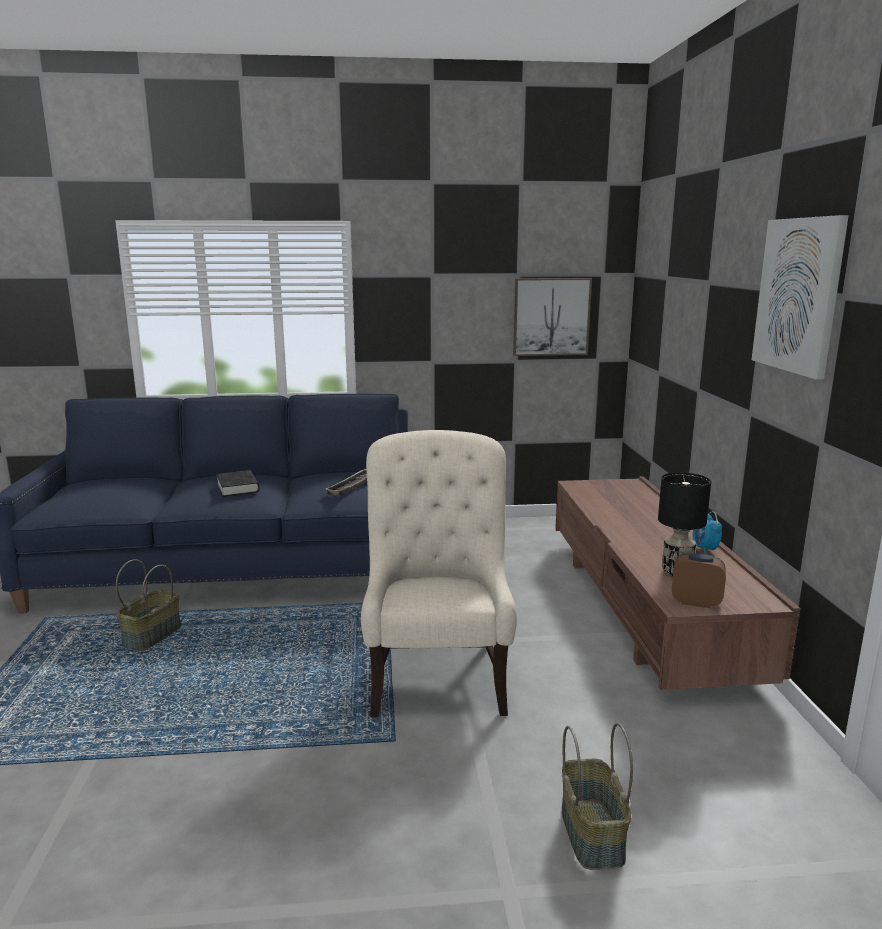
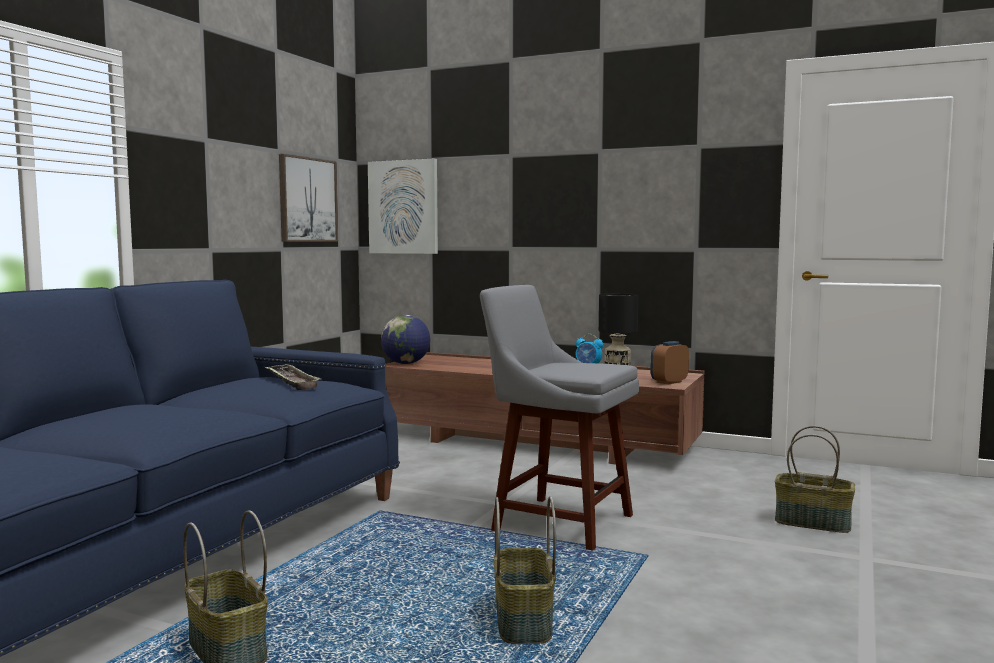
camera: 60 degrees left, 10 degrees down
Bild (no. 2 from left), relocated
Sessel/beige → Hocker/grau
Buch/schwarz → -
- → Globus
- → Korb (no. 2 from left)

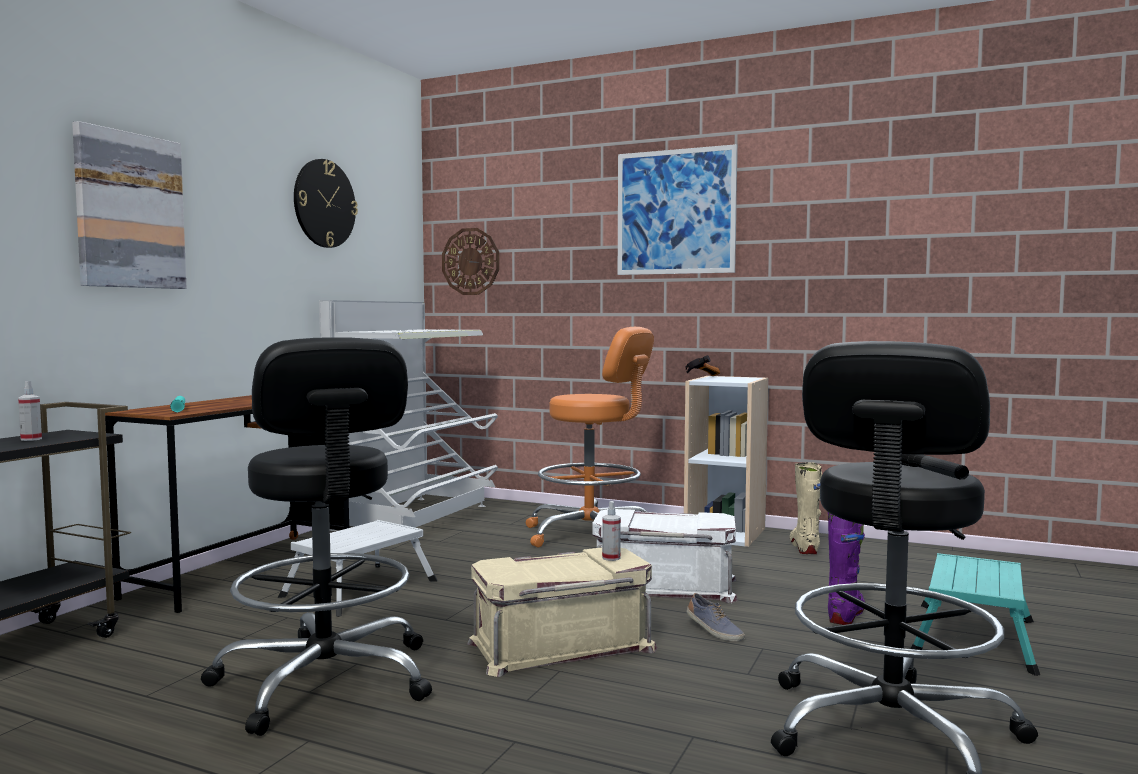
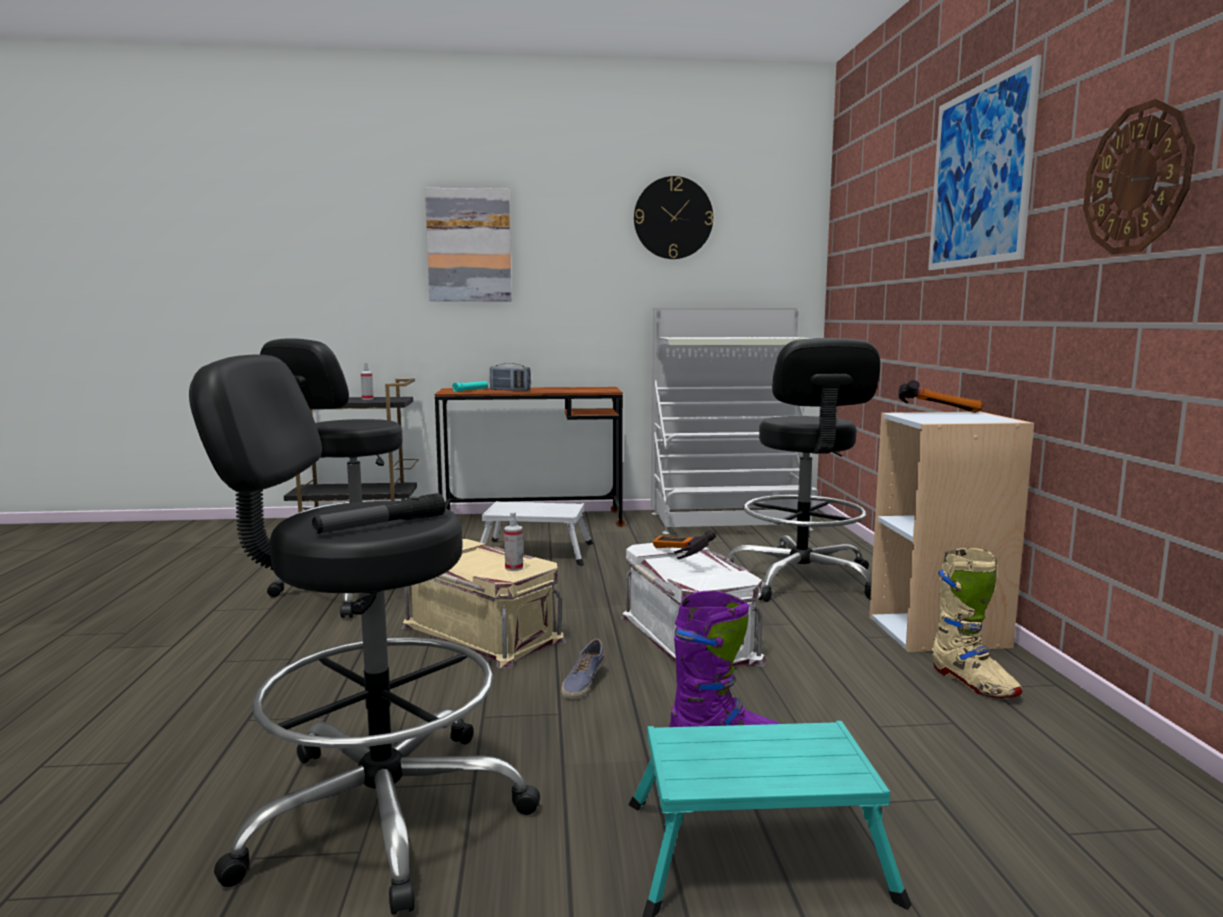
camera: 60 degrees right, 5 degrees up
Wanduhr (no. 2 from left), relocated
Hocker/orange → Hocker/schwarz (no. 3 from left)
Stiefel/beige, 90 degrees clockwise
- → Radio
- → Hammer (no. 1 from left)

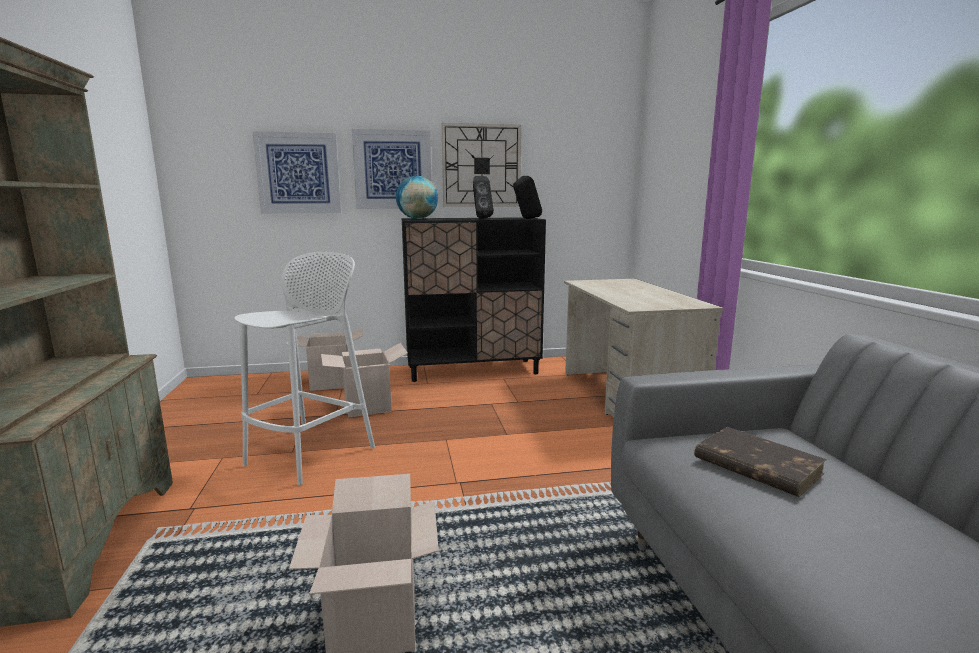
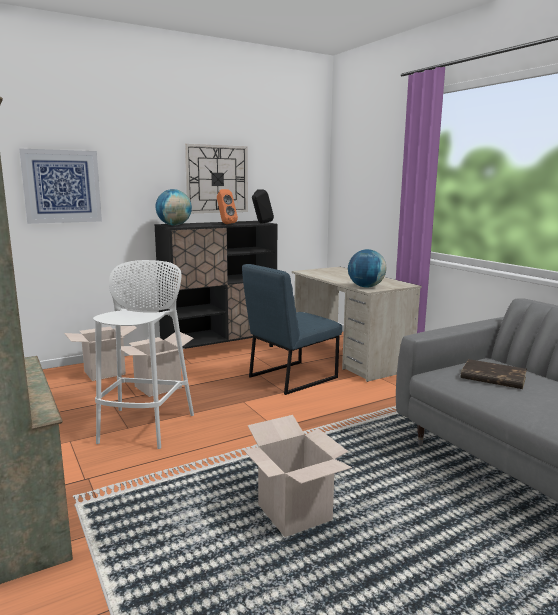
camera: 20 degrees left, 0 degrees up
Bild (no. 2 from left) → -
Lautsprecher/schwarz (no. 1 from left) → Lautsprecher/orange
- → Globus (no. 2 from left)
- → Stuhl/blau

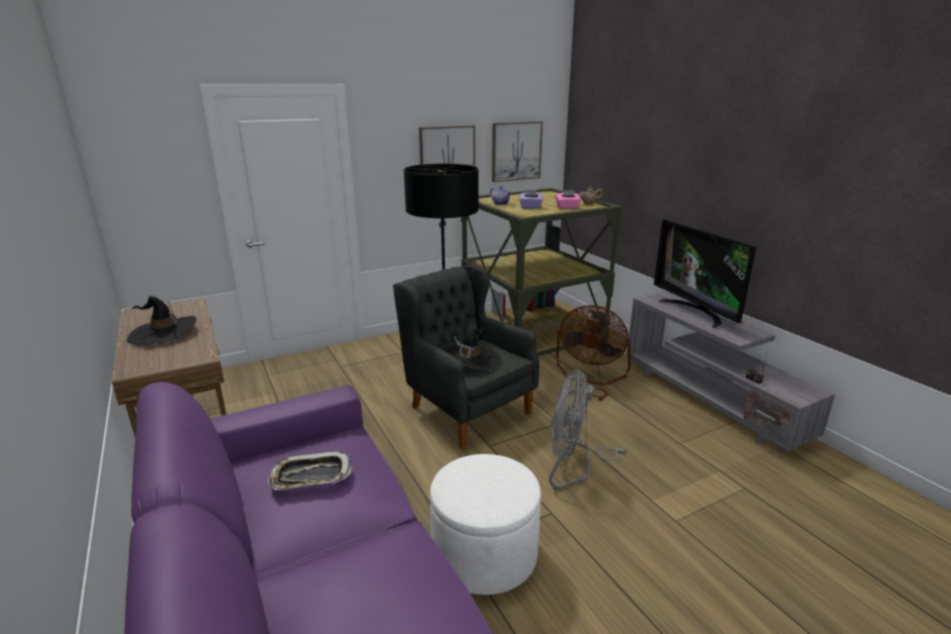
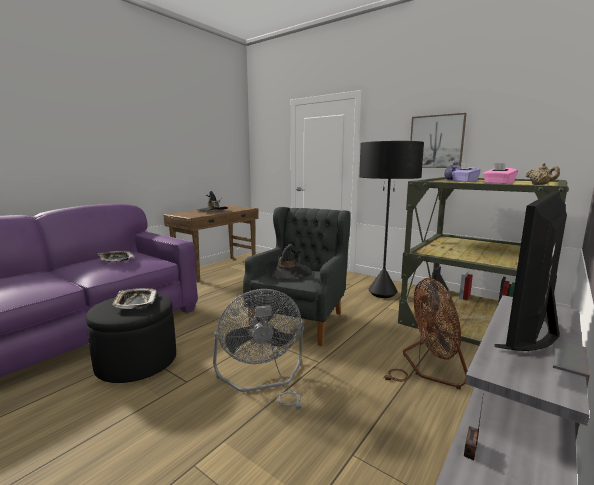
camera: 65 degrees right, 10 degrees down
Bild (no. 2 from left) → -
Polsterhocker/weiß → Polsterhocker/schwarz
- → Tablett (no. 2 from left)

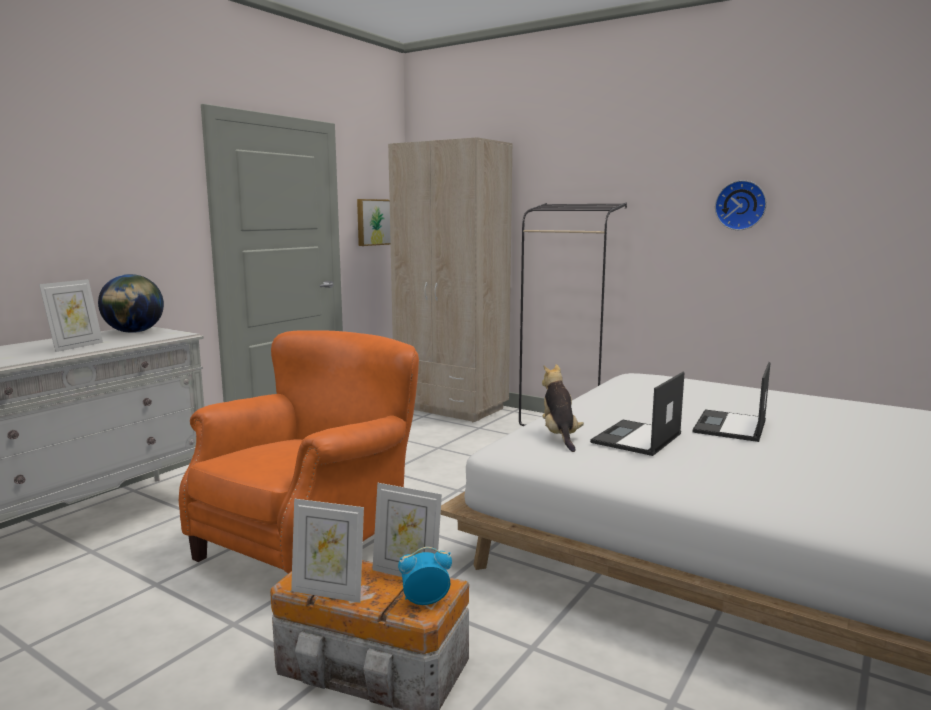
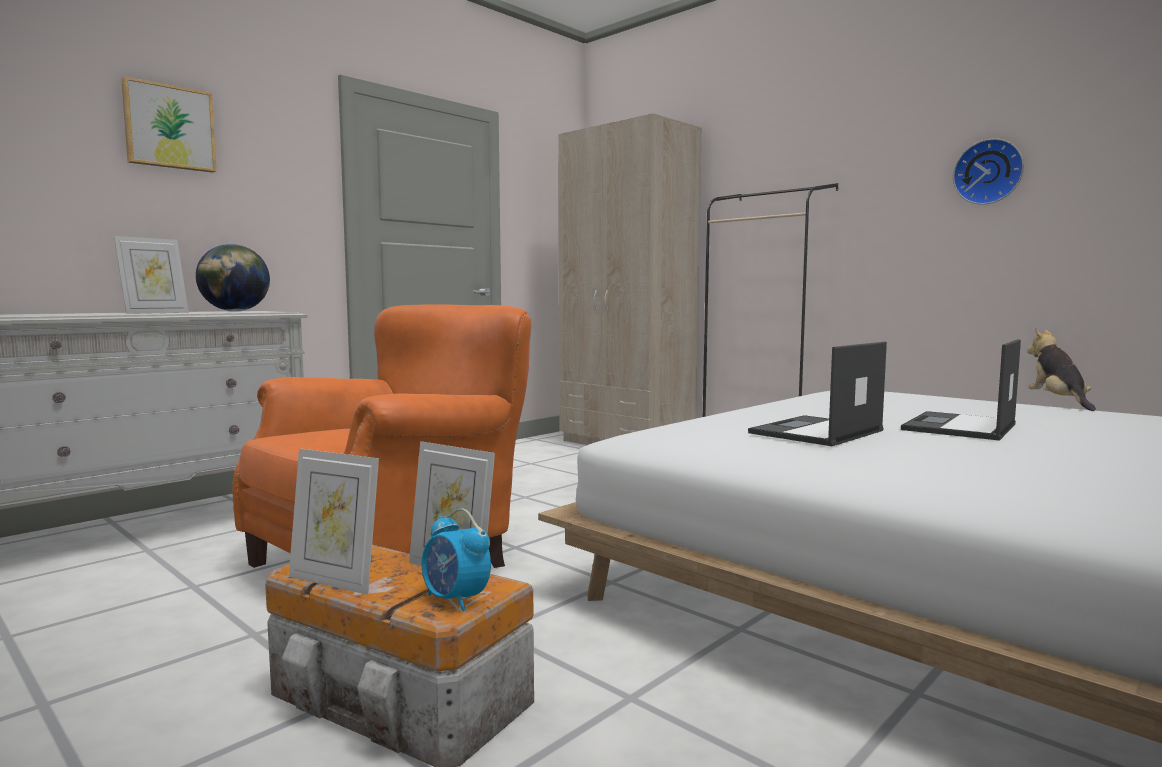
camera: 10 degrees right, 5 degrees down
Bild, relocated
Plüschtier, relocated
Wecker, 135 degrees counterclockwise

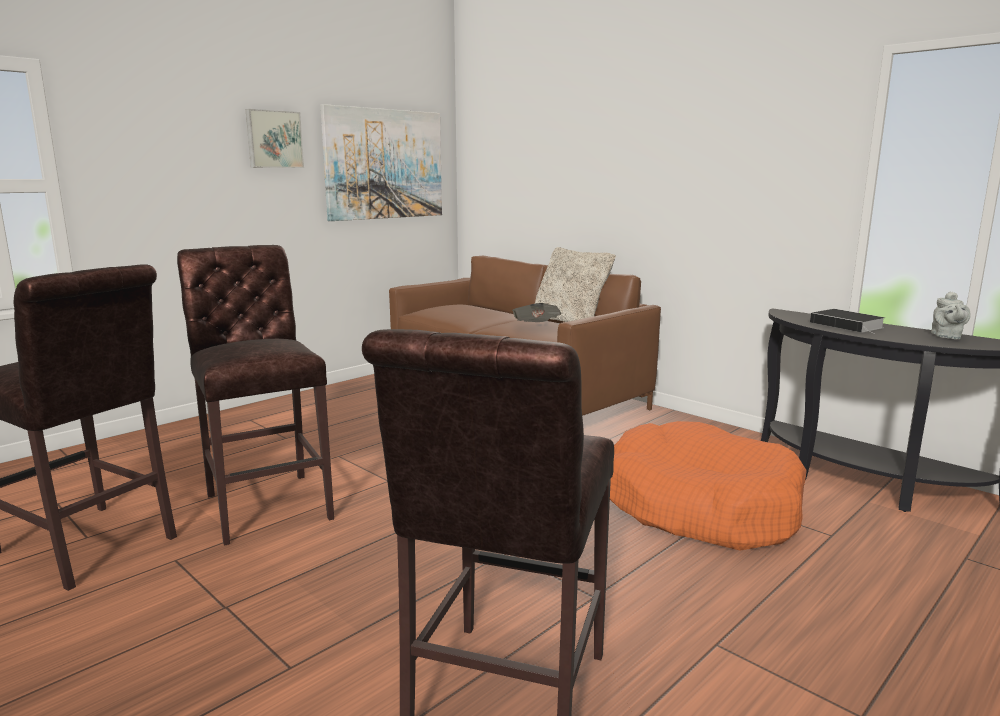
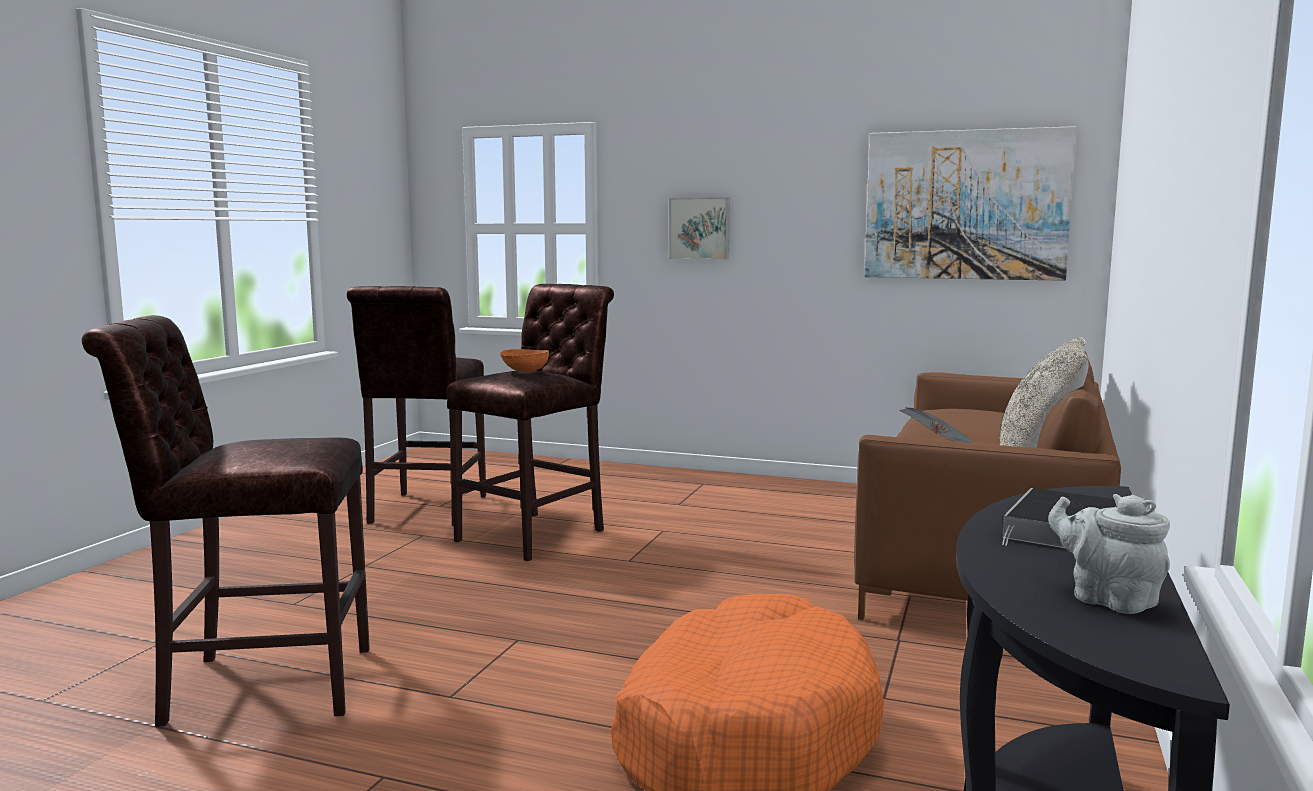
camera: 65 degrees right, 5 degrees down
Bild (no. 1 from left), relocated
Teekanne/grau, 60 degrees clockwise
- → Schüssel/orange

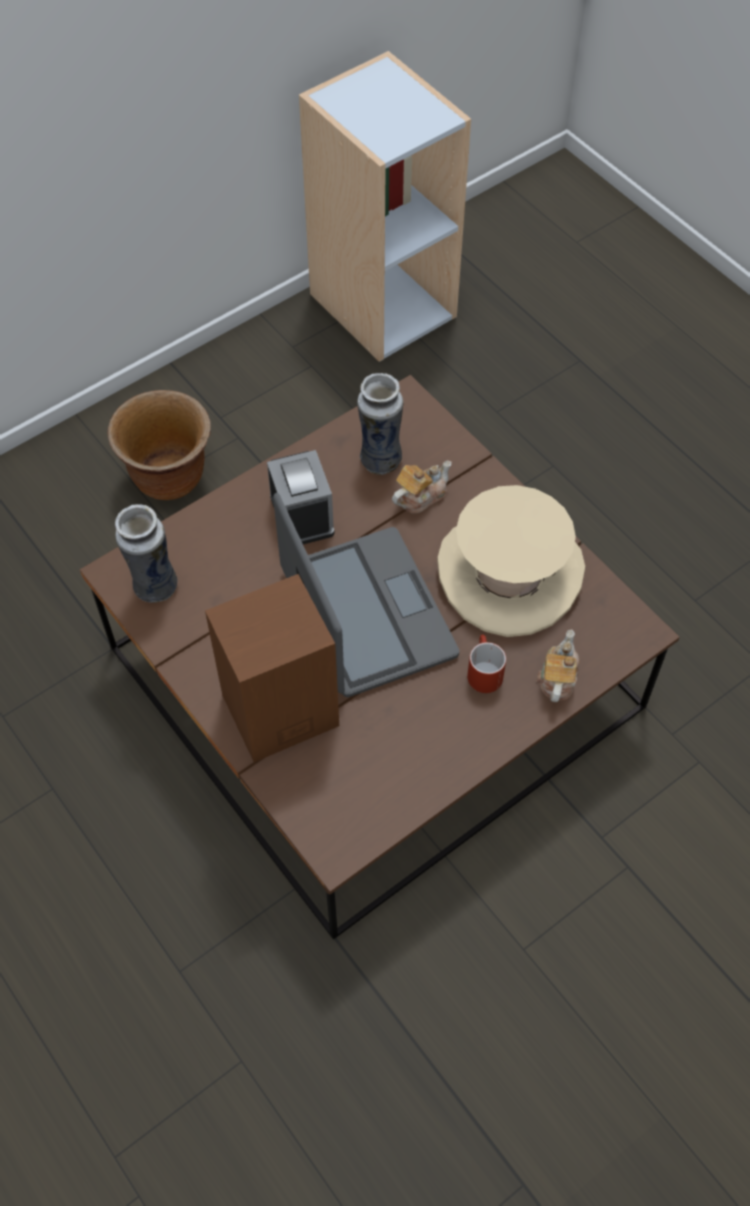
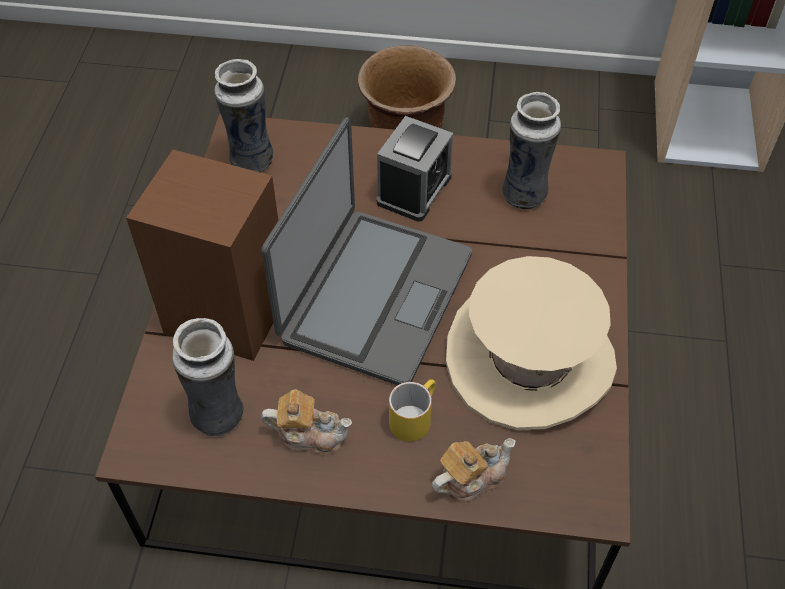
camera: 45 degrees right, 5 degrees down
Teekanne (no. 1 from left), relocated
Henkelbecher/rot → Henkelbecher/gelb
- → Vase (no. 1 from left)

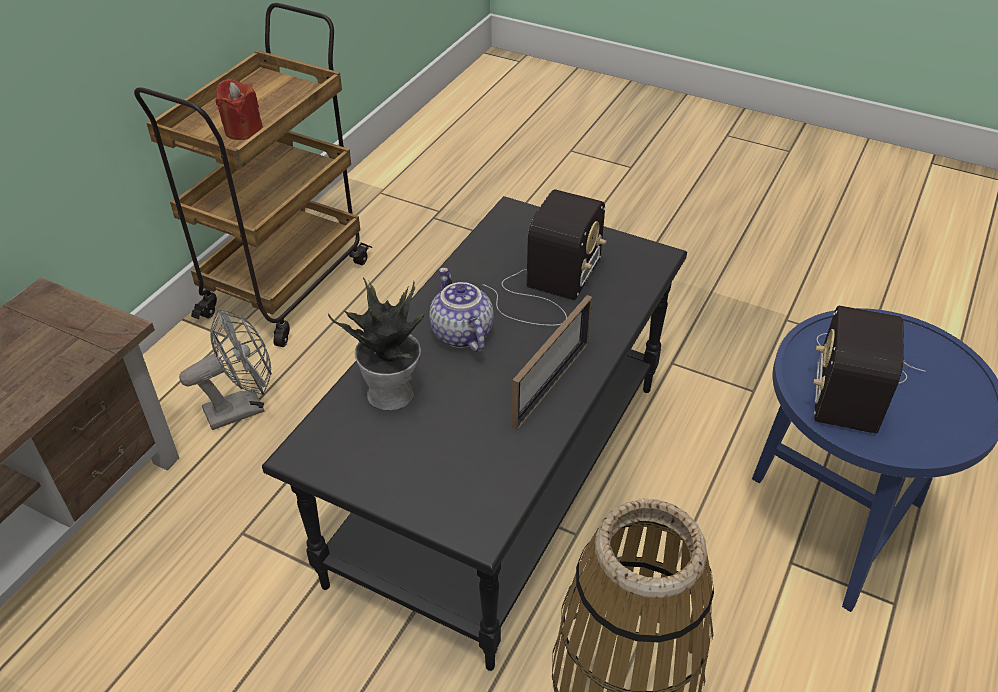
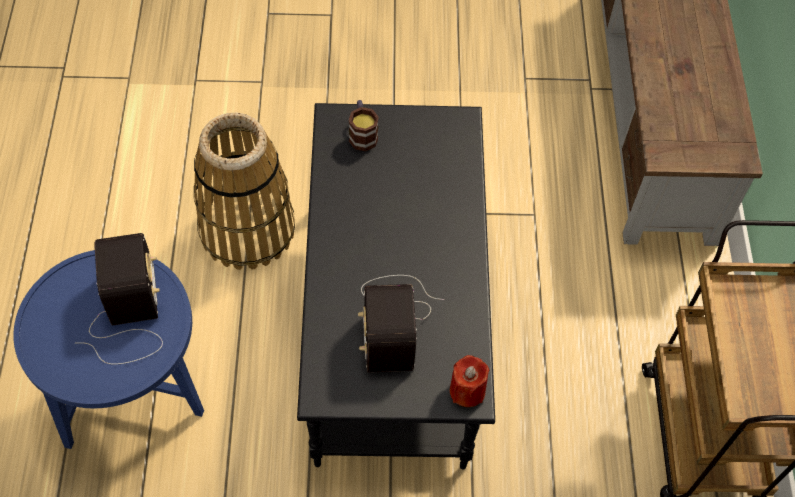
camera: 150 degrees right, 15 degrees up
Kerze/rot, relocated
Teekanne → -
Topfpflanze → -
Bilderrahmen → -
Ventilator/grau → -
- → Henkelbecher

